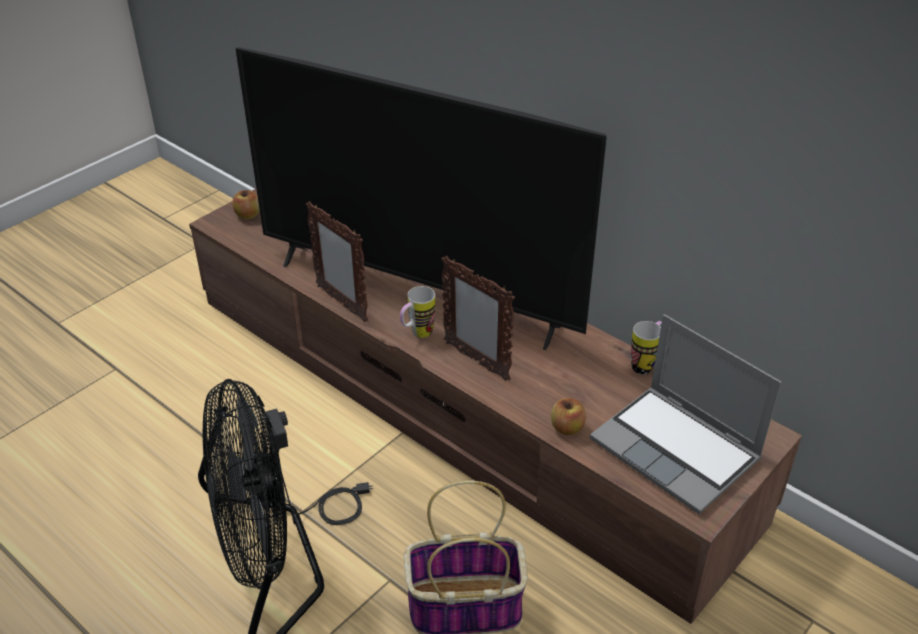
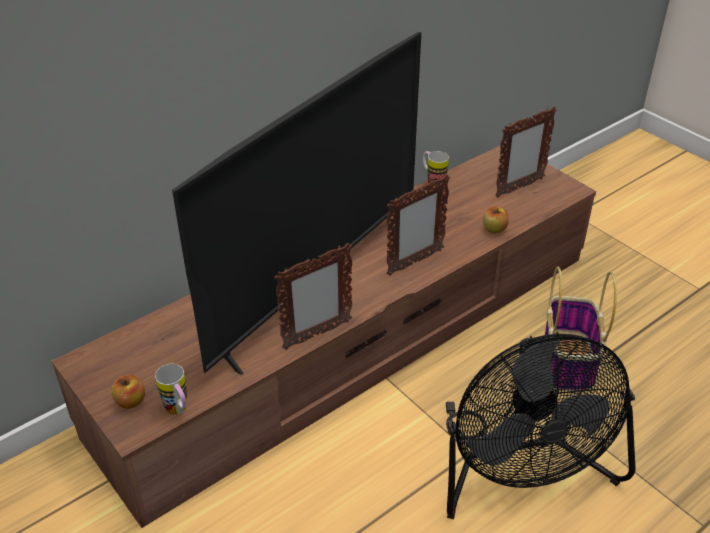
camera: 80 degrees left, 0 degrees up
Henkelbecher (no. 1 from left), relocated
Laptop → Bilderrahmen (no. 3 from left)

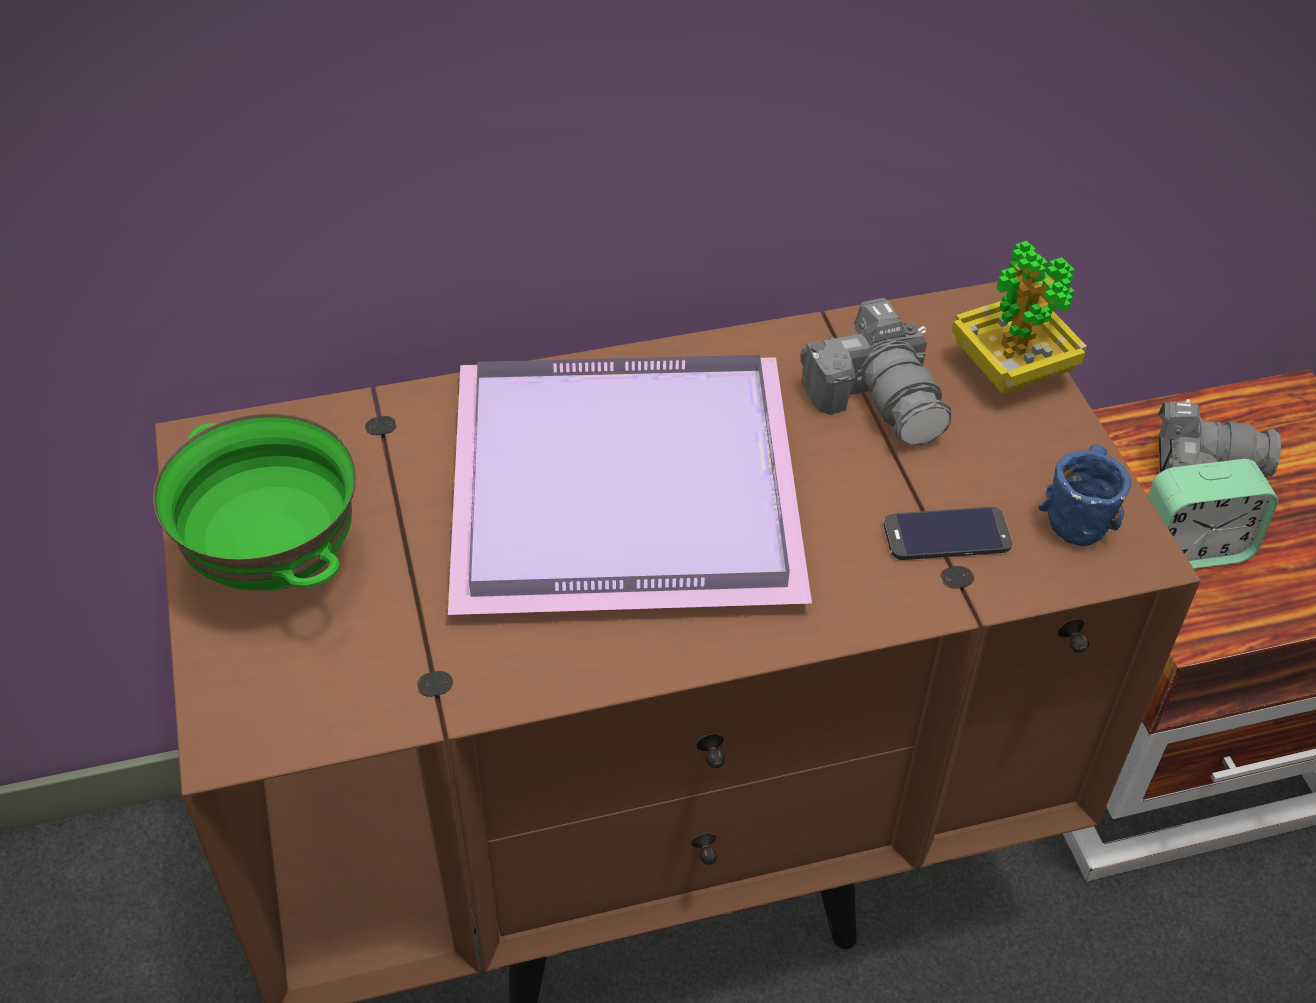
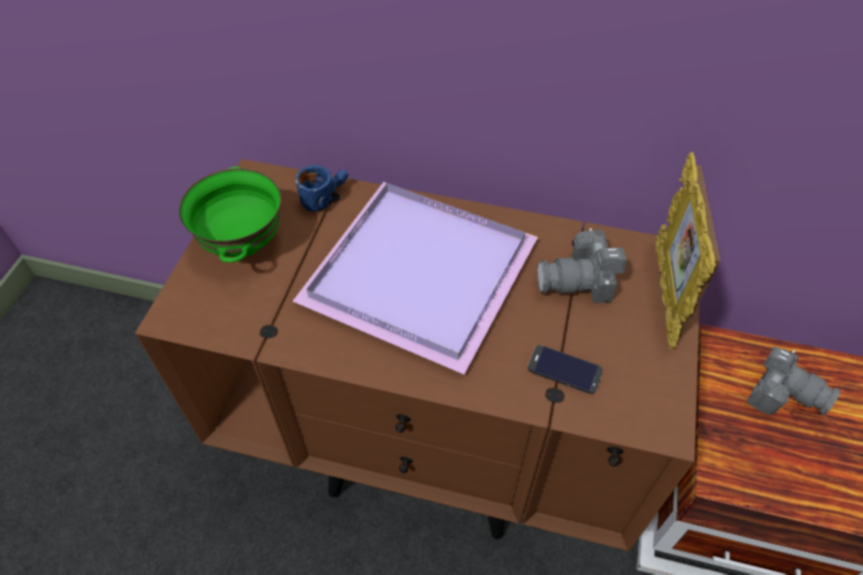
camera: 30 degrees right, 5 degrees up
Topfpflanze → Bilderrahmen
Kamera (no. 1 from left), 75 degrees clockwise
Henkelbecher/blau, relocated
Wecker → -

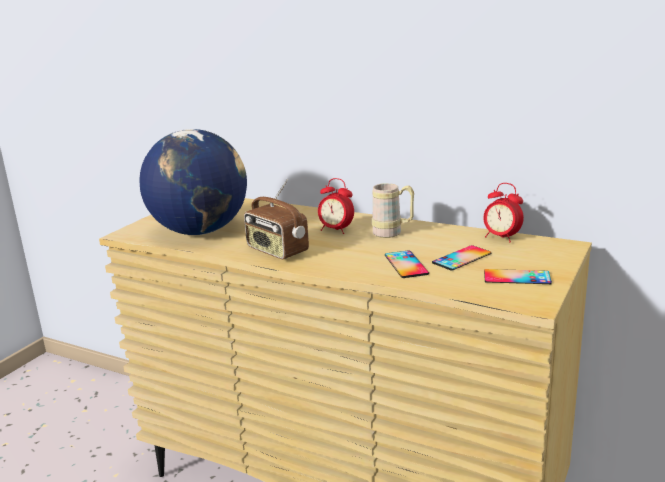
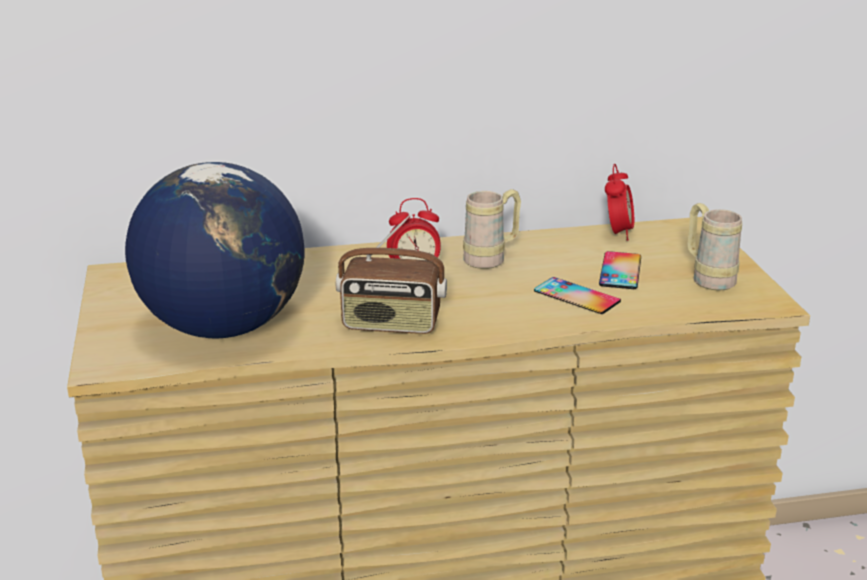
camera: 40 degrees left, 5 degrees up
Wecker (no. 2 from left), 75 degrees counterclockwise
Handy (no. 3 from left) → Henkelbecher/beige (no. 2 from left)

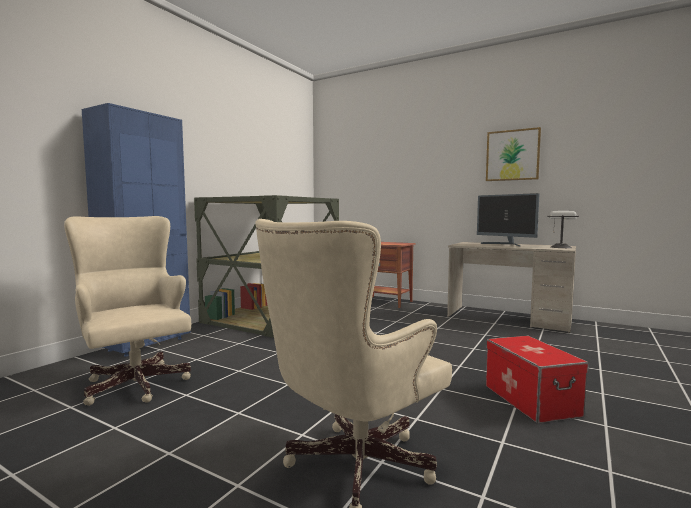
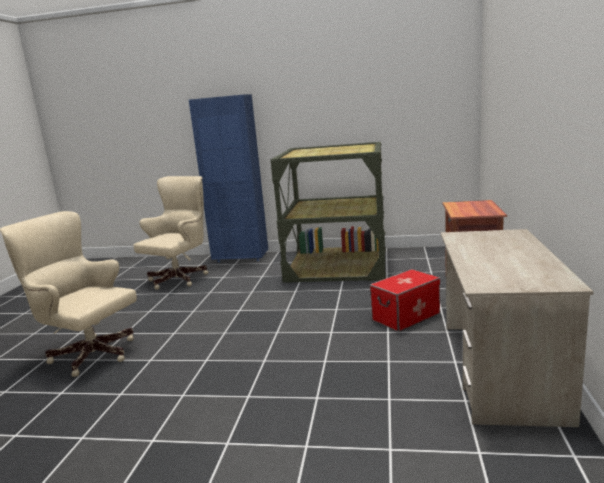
camera: 70 degrees right, 10 degrees up
Bild → -
Monitor → -
Tischlampe → -
Aufbewahrungsbox, relocated

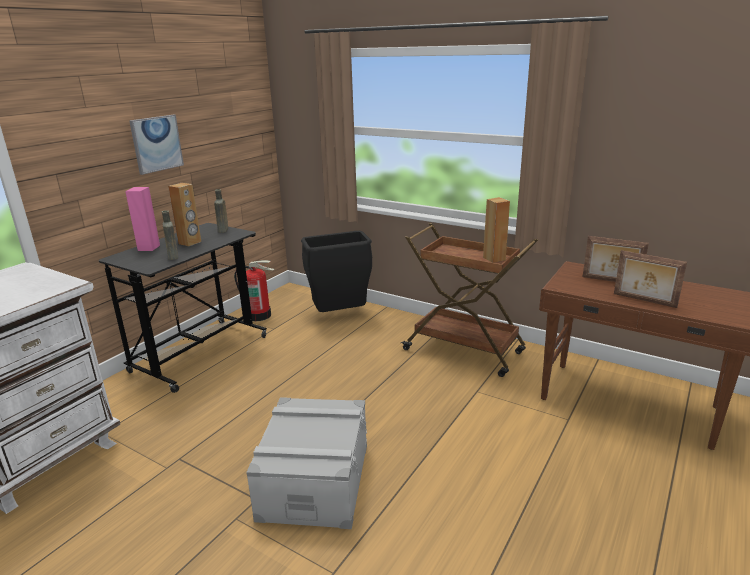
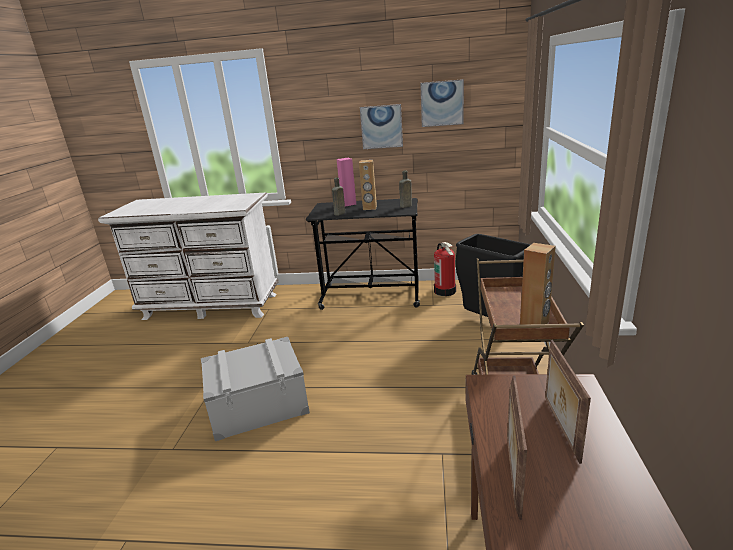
camera: 65 degrees right, 0 degrees up
- → Bild (no. 2 from left)

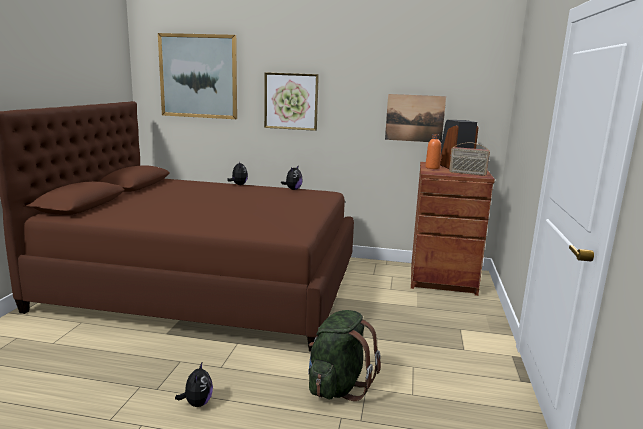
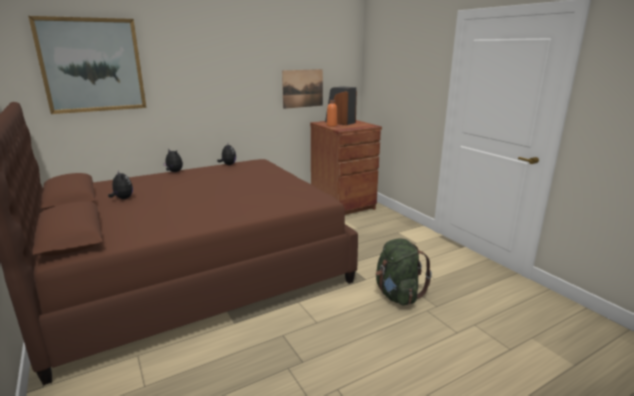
camera: 40 degrees left, 5 degrees up
Bild (no. 2 from left) → -
Radio → -
Plüschtier (no. 1 from left), relocated

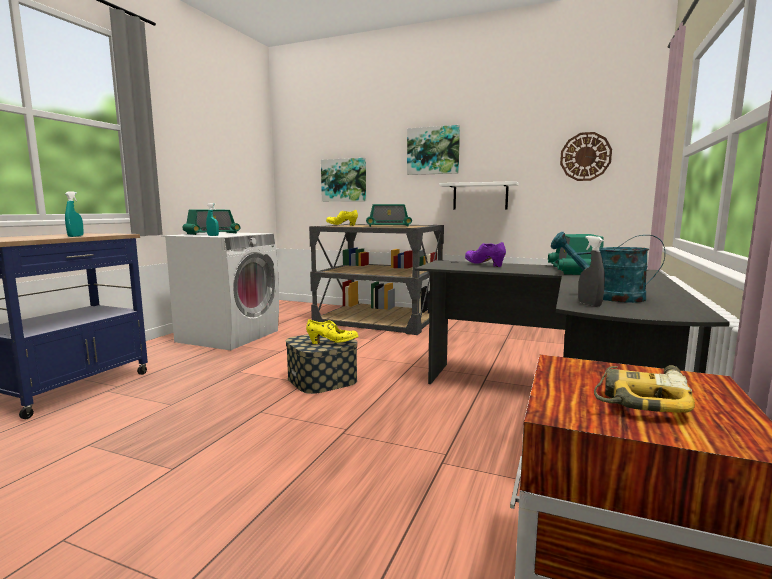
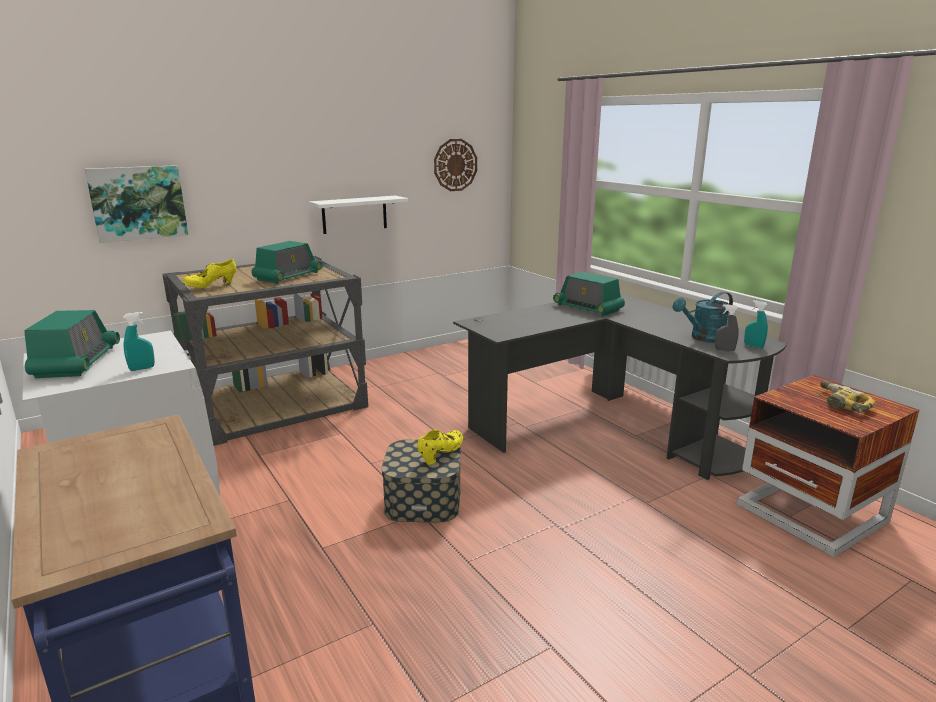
camera: 55 degrees left, 10 degrees up
Bild (no. 2 from left) → -
Sprühflasche/türkis (no. 1 from left in the first image) → Sprühflasche/türkis (no. 2 from left), relocated
Schuh/lila → -

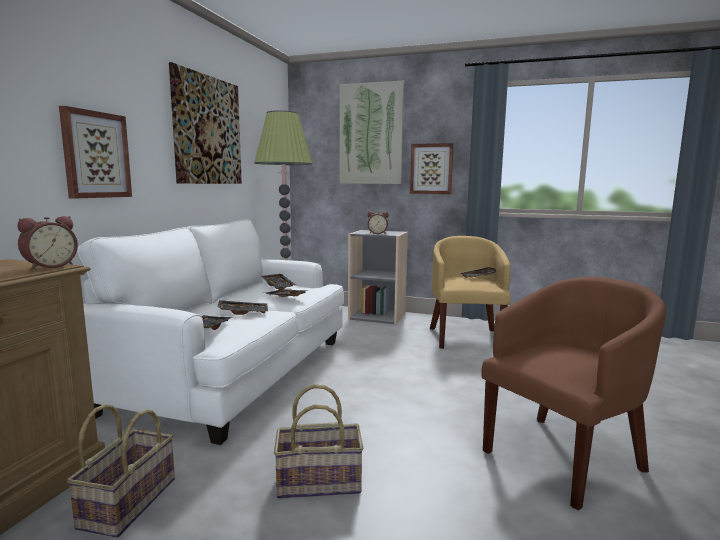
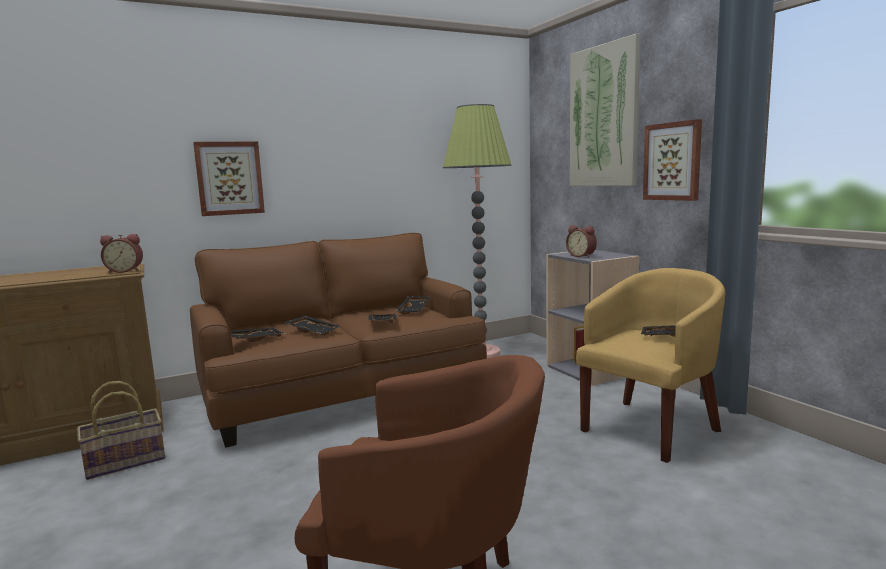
camera: 45 degrees right, 0 degrees up
Bild (no. 2 from left) → -
Sofa/weiß → Sofa/braun
Korb (no. 2 from left) → -

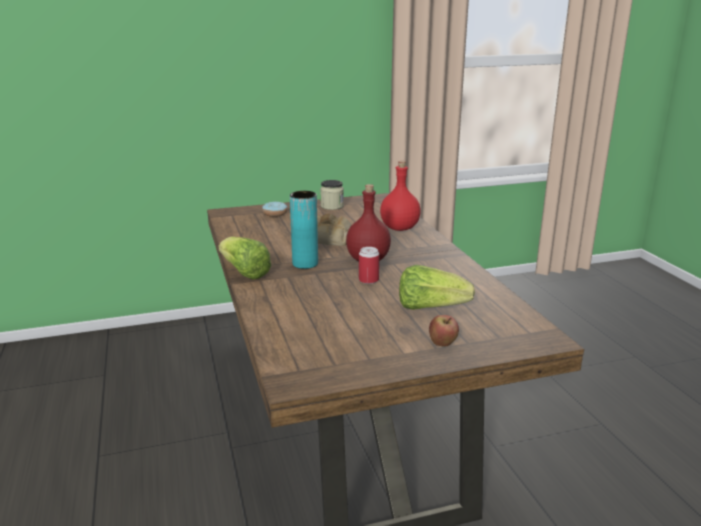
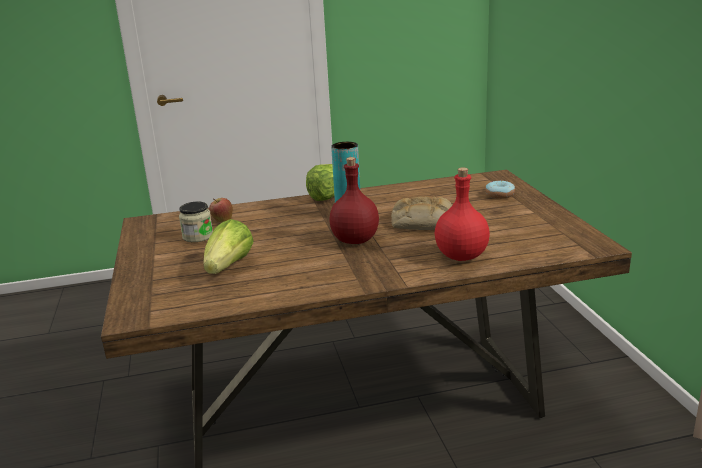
camera: 95 degrees right, 0 degrees up
Vorratsglas, relocated
Dose → -
Apfel, relocated

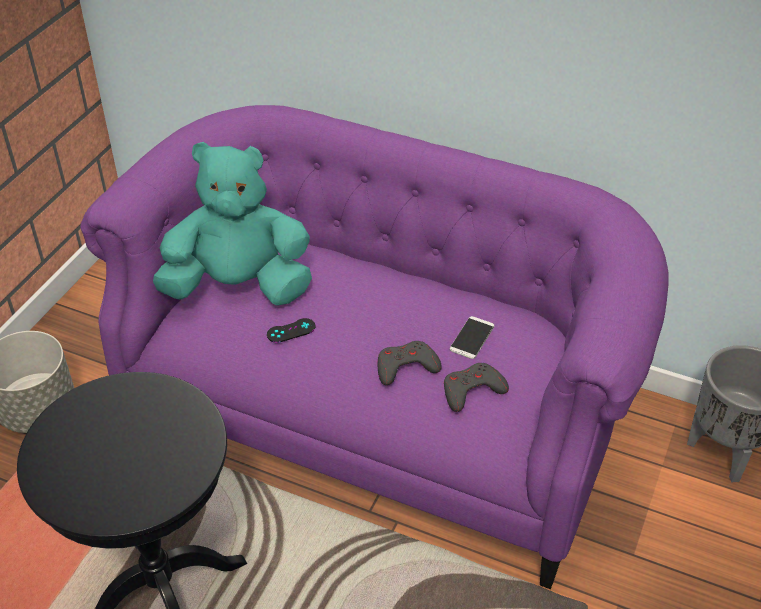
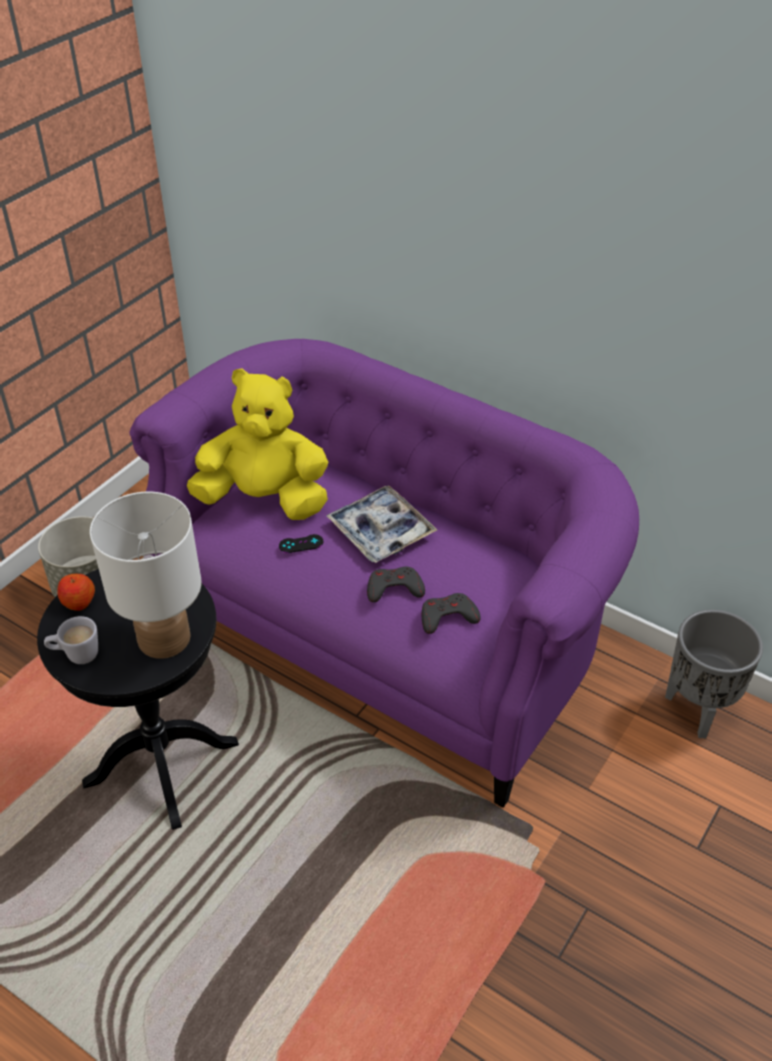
camera: 10 degrees right, 0 degrees up
Plüschtier/türkis → Plüschtier/gelb
Handy → -
- → Tablett
- → Tischlampe/weiß
- → Apfel
- → Henkelbecher/weiß

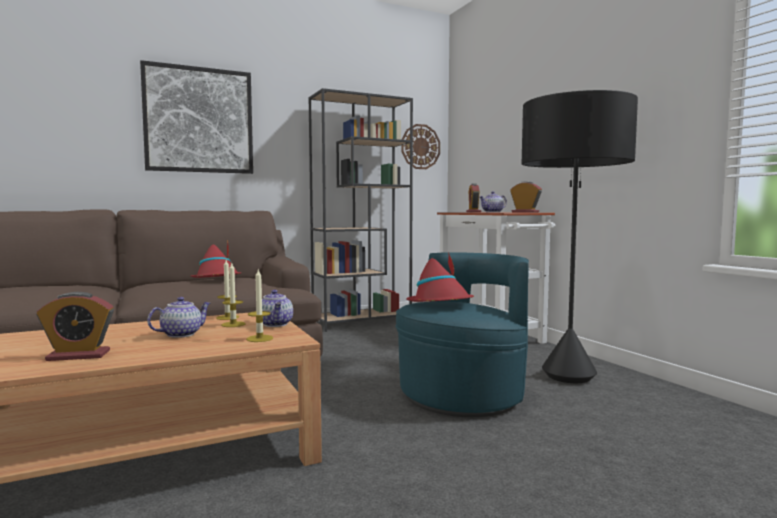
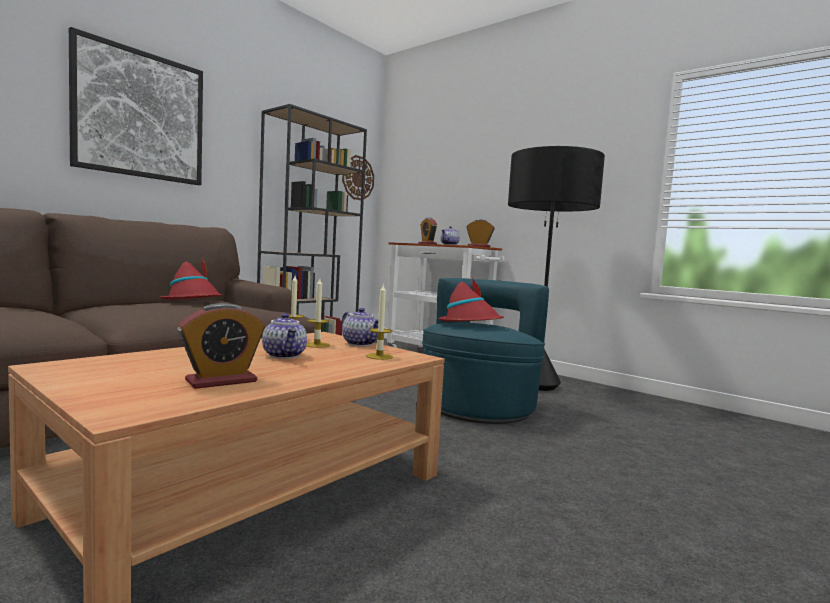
camera: 25 degrees left, 0 degrees up
Teekanne (no. 1 from left), 135 degrees clockwise

